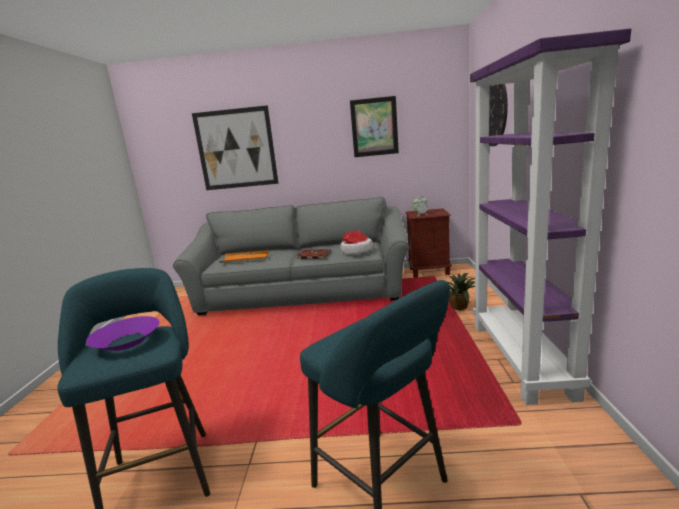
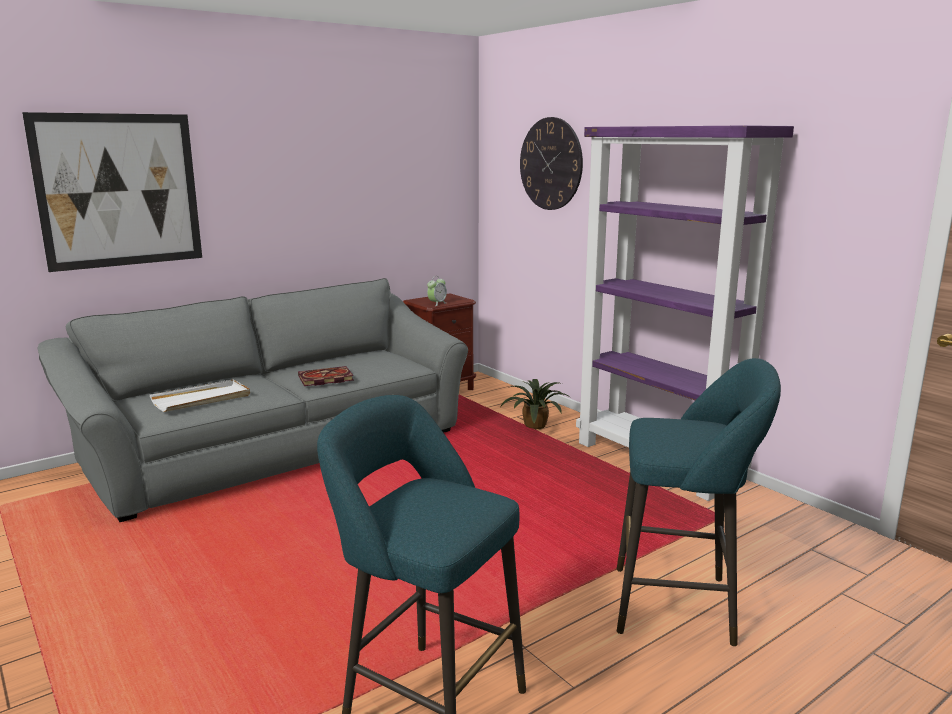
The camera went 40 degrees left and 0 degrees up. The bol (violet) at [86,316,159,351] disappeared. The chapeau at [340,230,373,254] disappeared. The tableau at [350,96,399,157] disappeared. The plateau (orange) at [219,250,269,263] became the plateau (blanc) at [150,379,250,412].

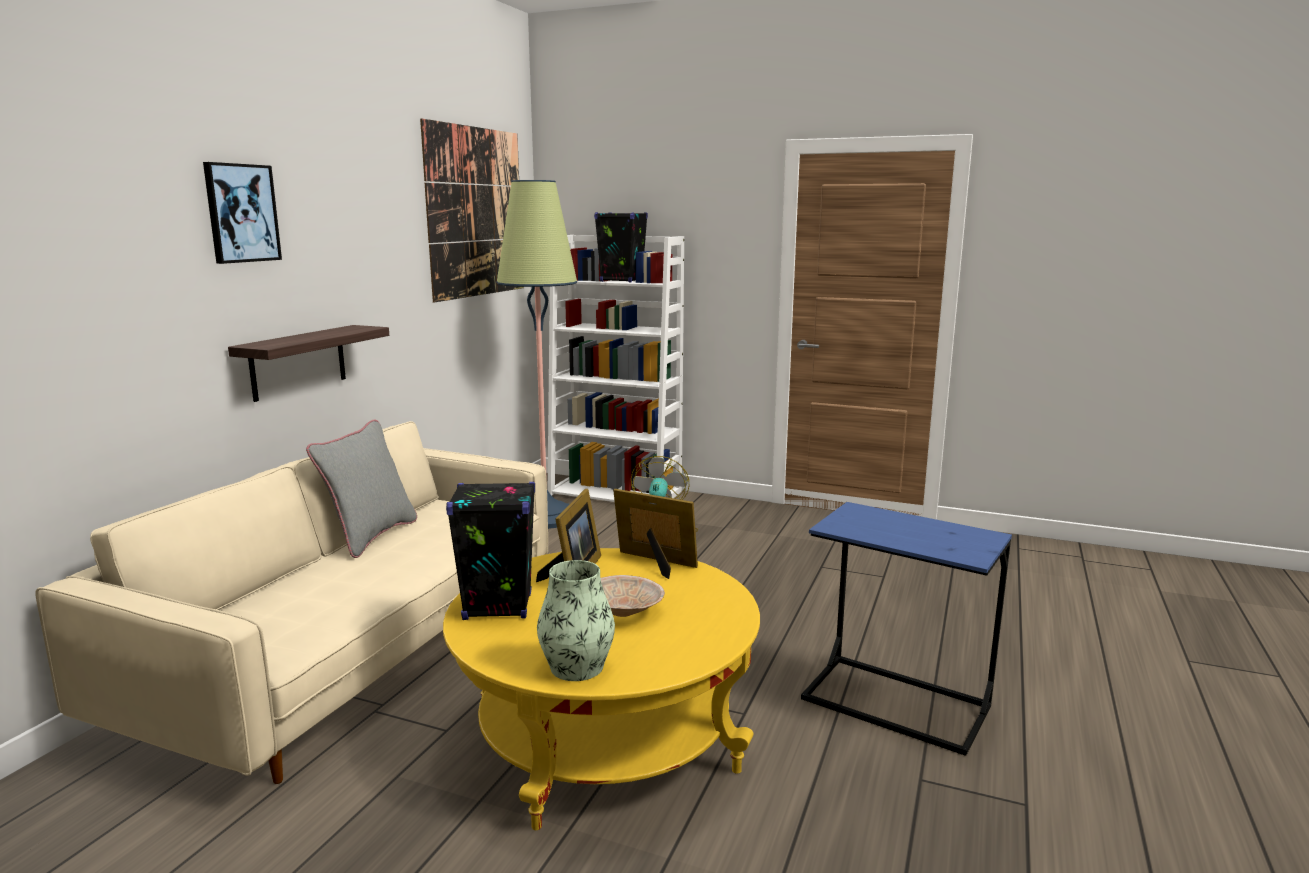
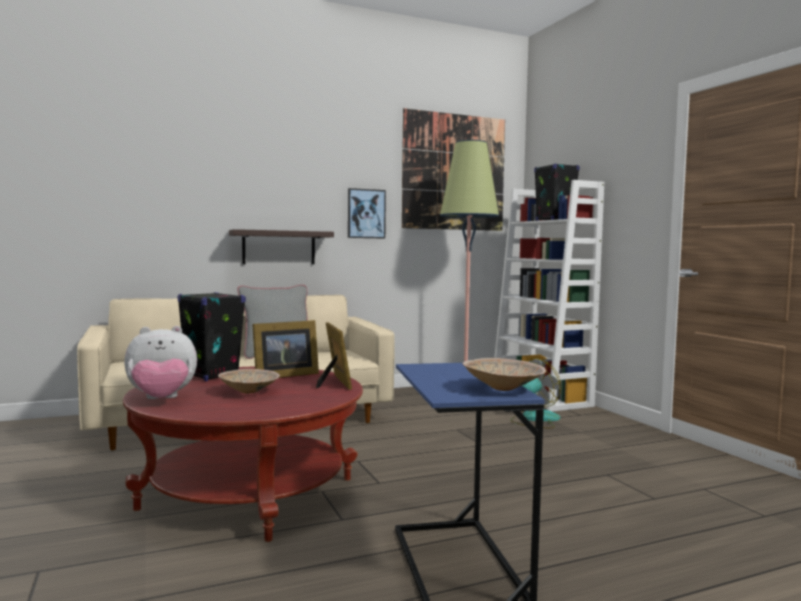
The camera went 45 degrees right and 10 degrees down. The bol (beige) at [462,358,546,391] appeared. The tableau moved from [203,162,282,264] to [348,188,386,239]. The vase at [537,560,615,681] was replaced by the peluche at [124,326,197,399]. The table basse (jaune) at [443,548,760,830] became the table basse (rouge) at [123,366,363,542].

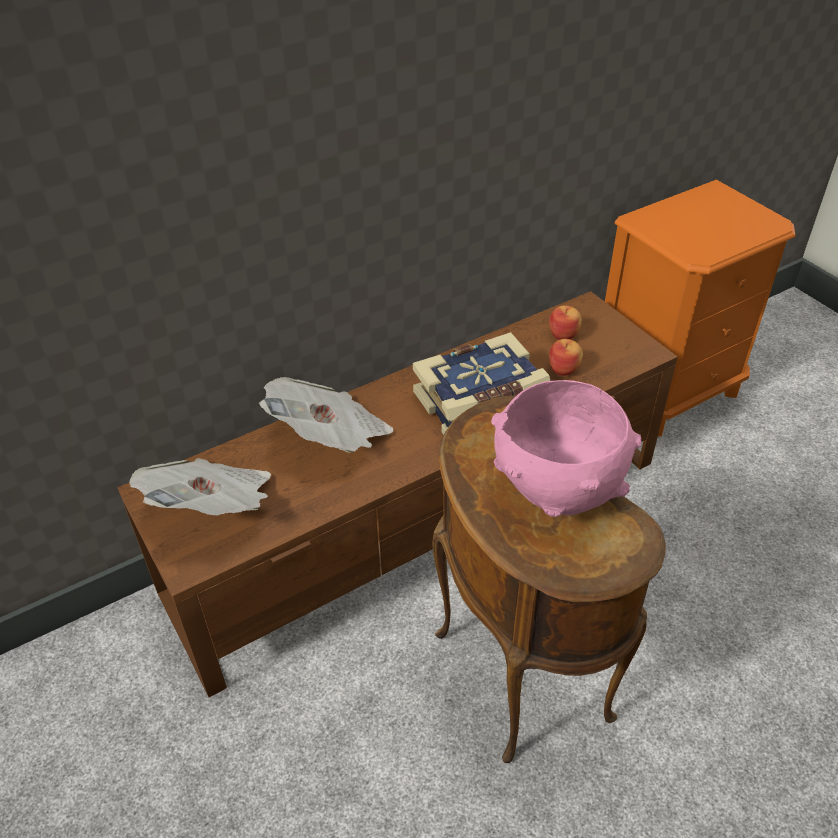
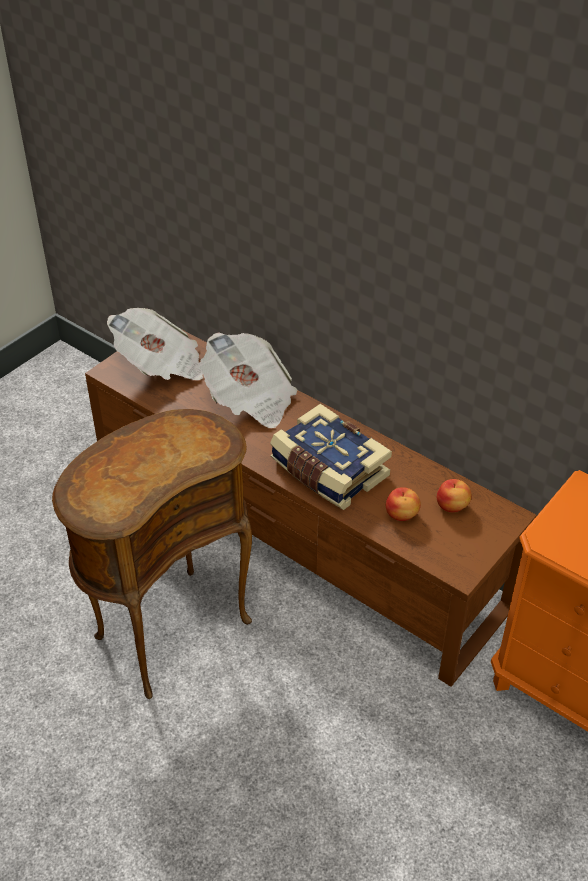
The camera went 70 degrees right and 0 degrees up. The bol (rose) at [491,380,642,517] disappeared.

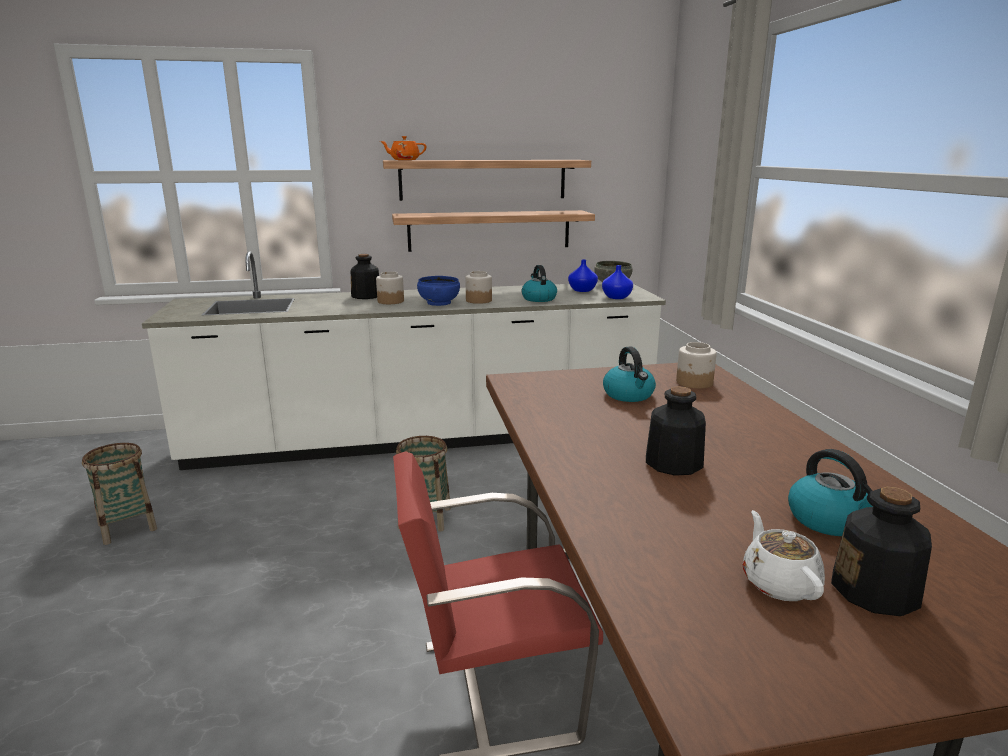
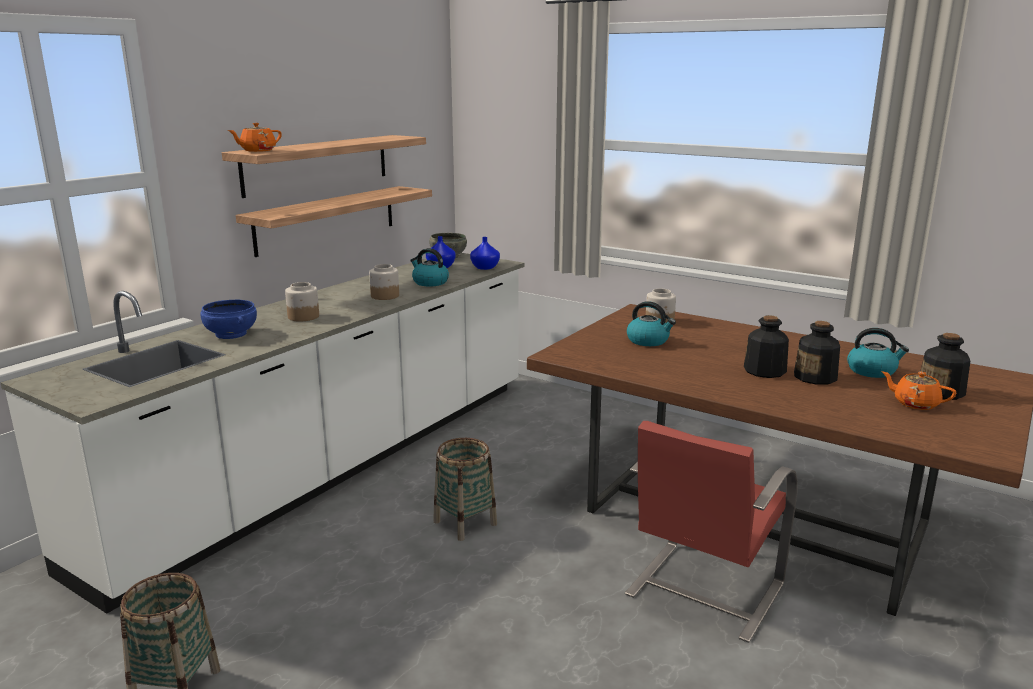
The camera went 45 degrees left and 0 degrees up. The bouteille moved from [351,254,379,299] to [794,321,840,385]. The bol (bleu) moved from [417,276,460,306] to [200,300,257,339]. The théière (blanc) at [743,510,825,601] became the théière (orange) at [881,371,957,410].

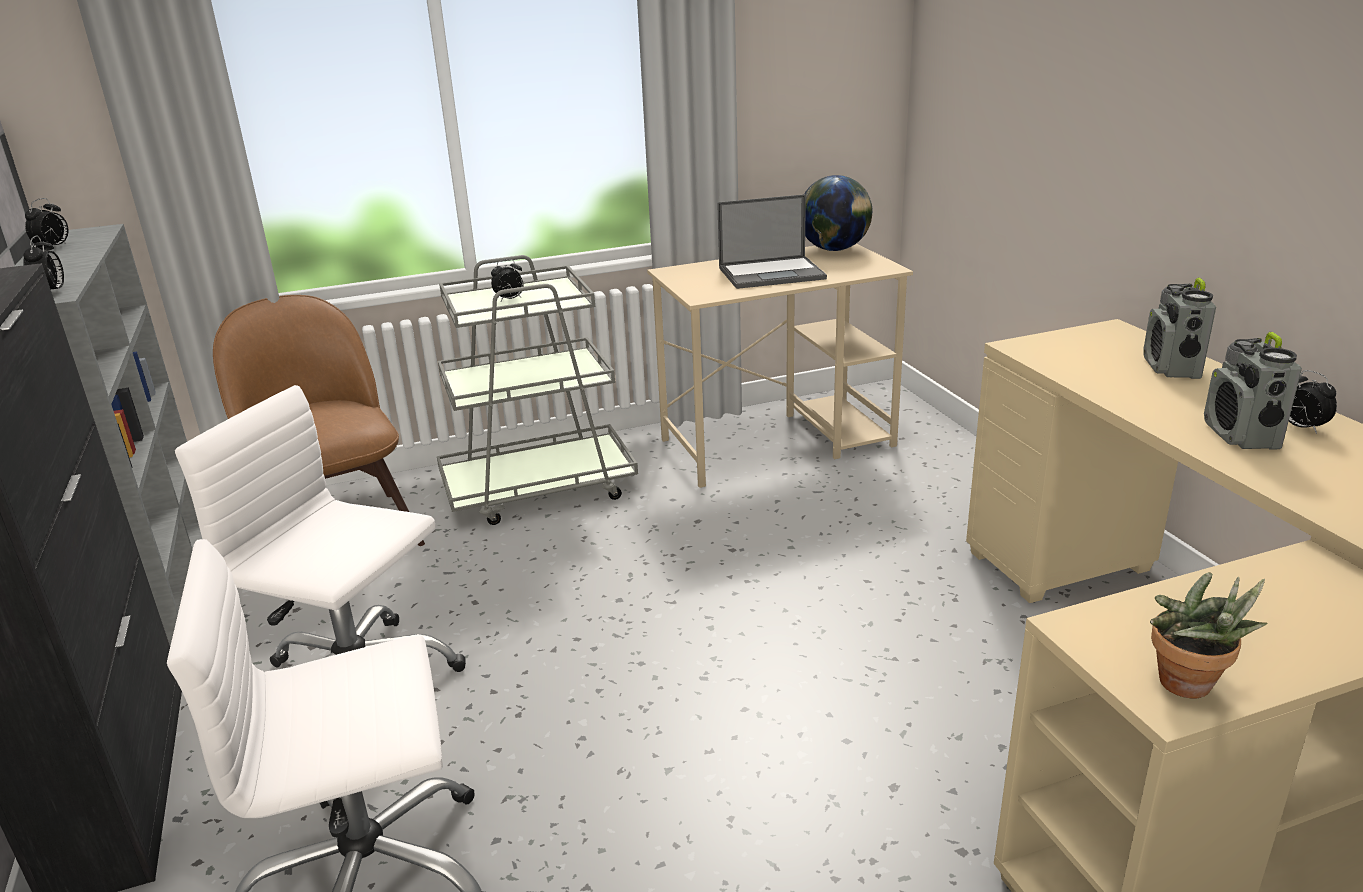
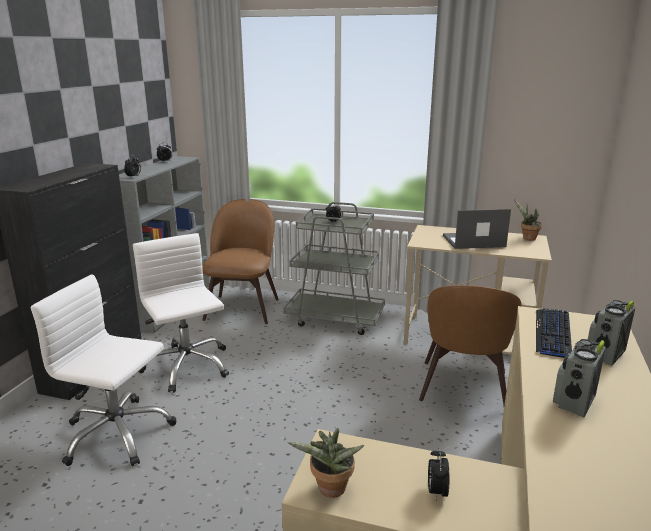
The camera went 35 degrees right and 5 degrees down. The chaise (marron) at [419,285,522,405] appeared. The clavier at [536,308,572,358] appeared. The réveil moved from [1289,370,1337,434] to [428,448,449,501]. The globe at [804,175,873,251] was replaced by the plante en pot at [514,199,542,241]. The ordinateur portable at [717,194,827,289] turned 150 degrees clockwise.

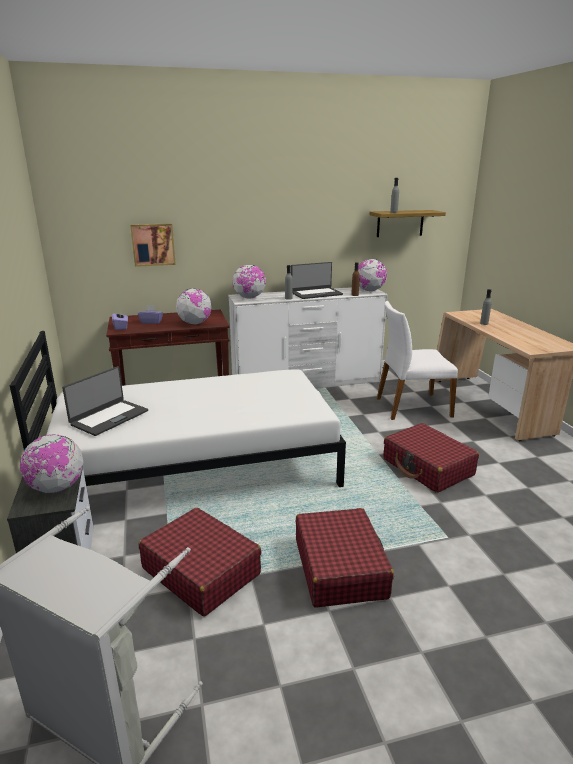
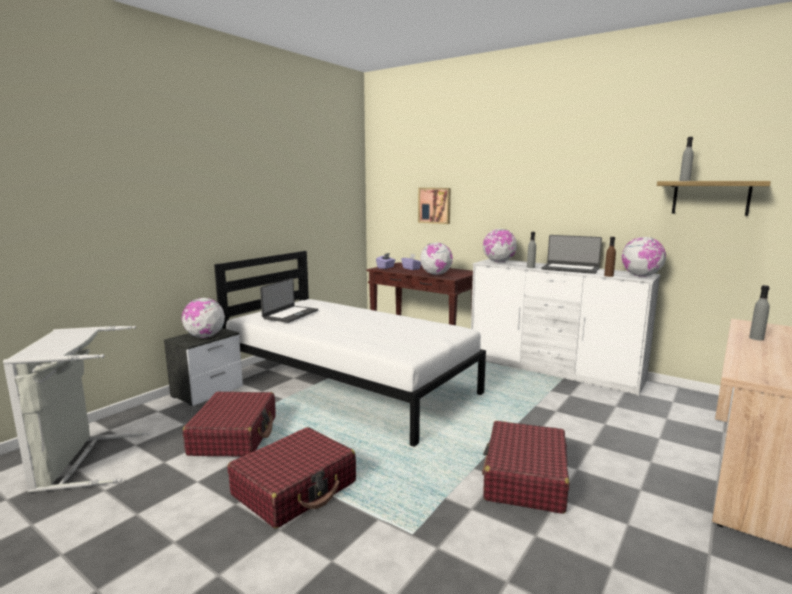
The camera went 50 degrees right and 10 degrees down. The chaise (blanc) at [377,301,458,420] disappeared. The ordinateur portable at [62,366,148,436] turned 60 degrees counterclockwise.

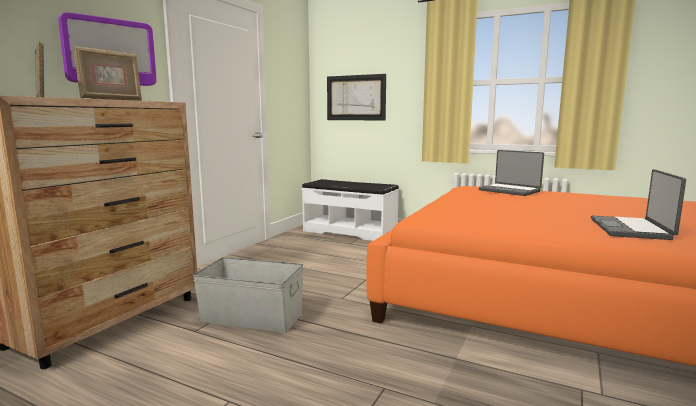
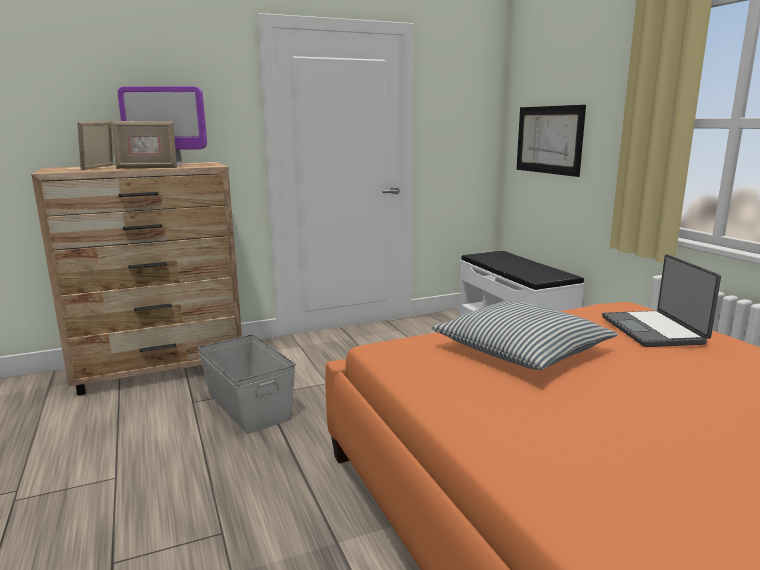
The camera went 40 degrees right and 5 degrees up. The ordinateur portable at [591,169,686,240] disappeared. The coussin at [432,300,618,370] appeared.

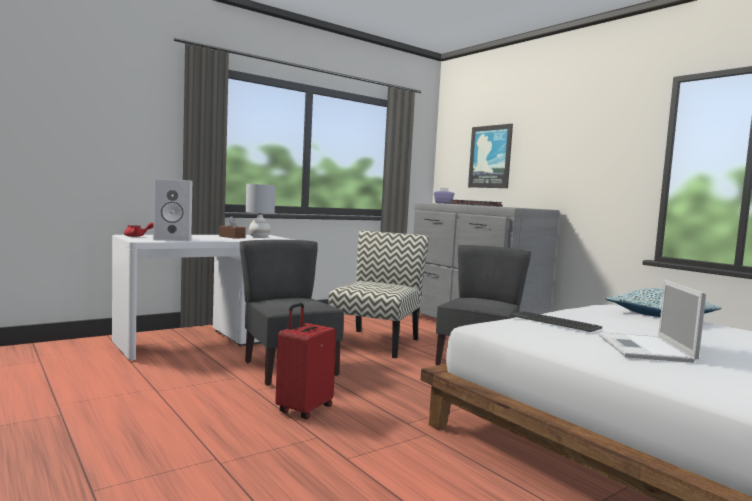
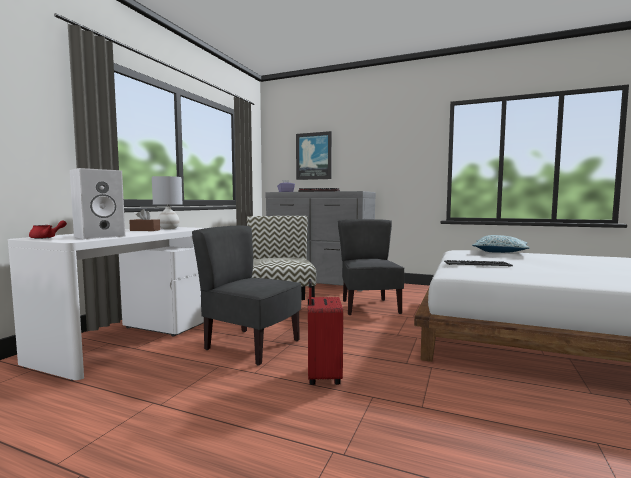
The camera went 30 degrees left and 0 degrees up. The ordinateur portable at [598,280,706,363] disappeared.

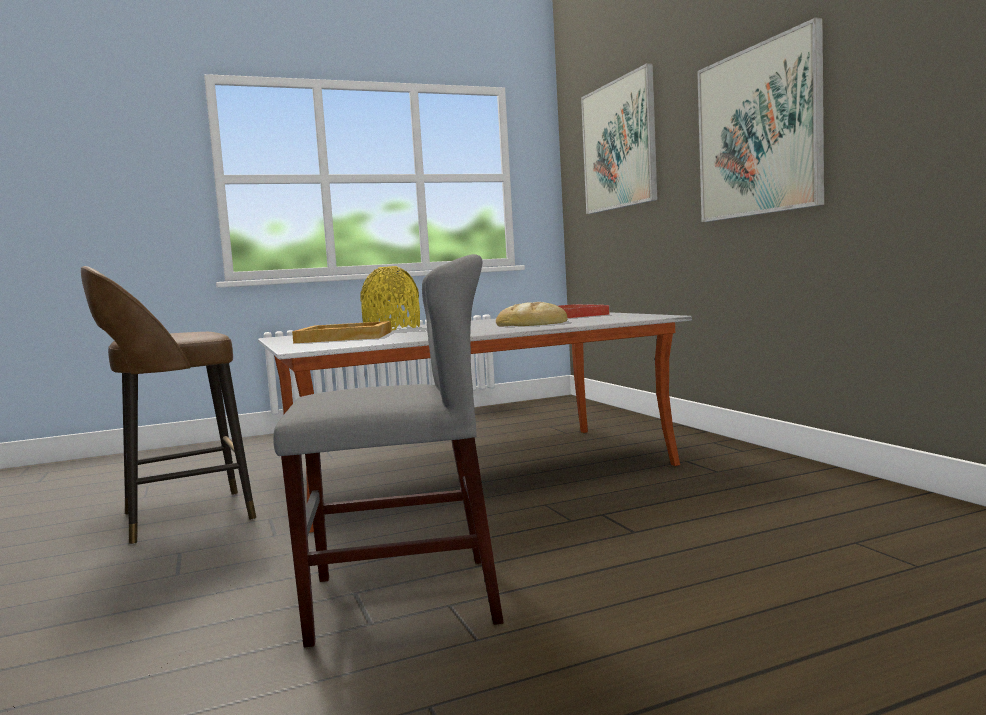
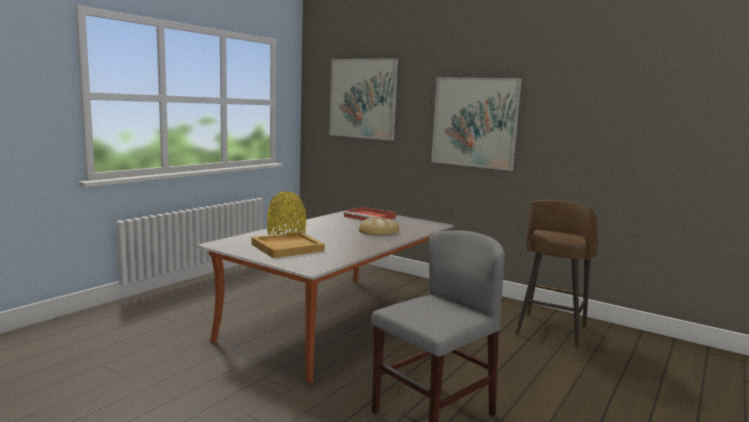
The camera went 35 degrees left and 5 degrees up. The tabouret (marron) moved from [81,266,256,545] to [515,200,599,349].

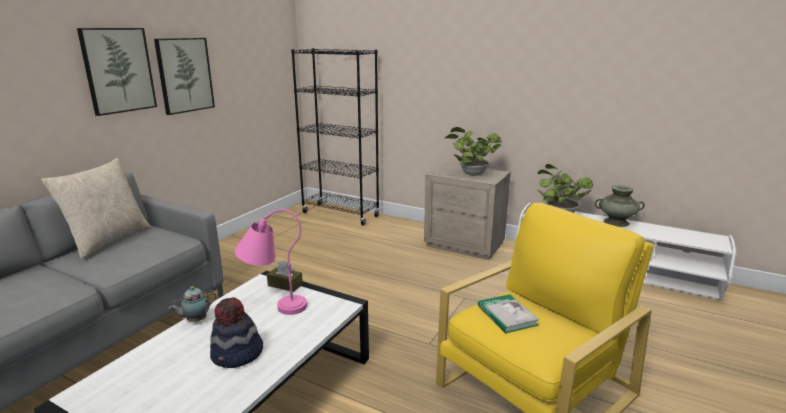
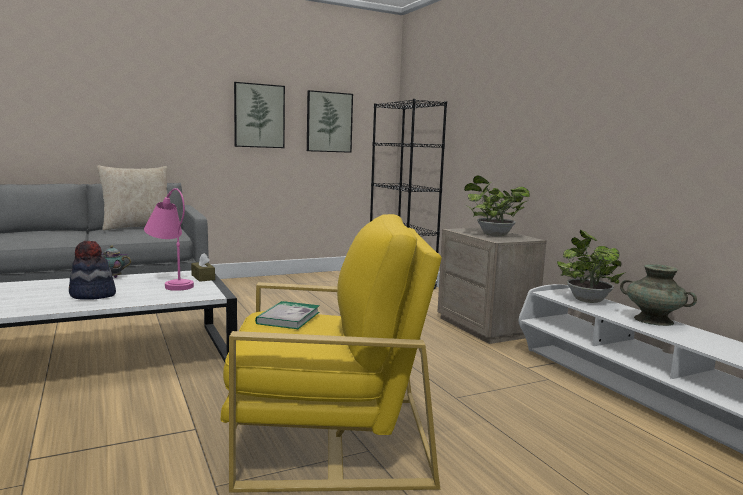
The camera went 35 degrees right and 10 degrees down. The tableau moved from [77,28,157,116] to [307,90,353,153].

